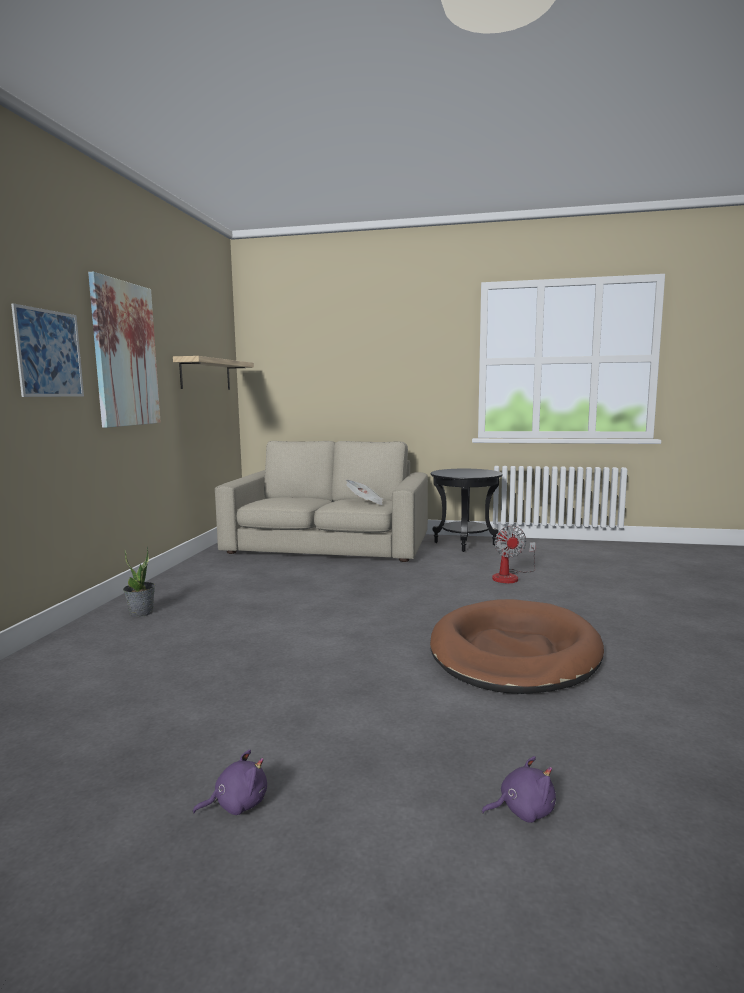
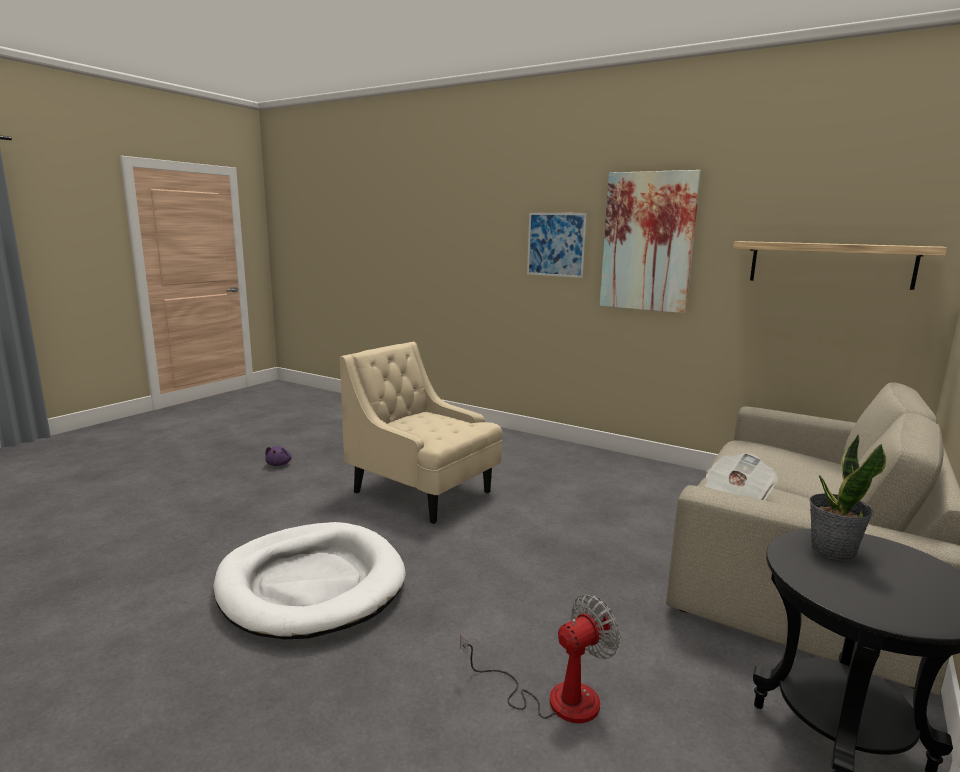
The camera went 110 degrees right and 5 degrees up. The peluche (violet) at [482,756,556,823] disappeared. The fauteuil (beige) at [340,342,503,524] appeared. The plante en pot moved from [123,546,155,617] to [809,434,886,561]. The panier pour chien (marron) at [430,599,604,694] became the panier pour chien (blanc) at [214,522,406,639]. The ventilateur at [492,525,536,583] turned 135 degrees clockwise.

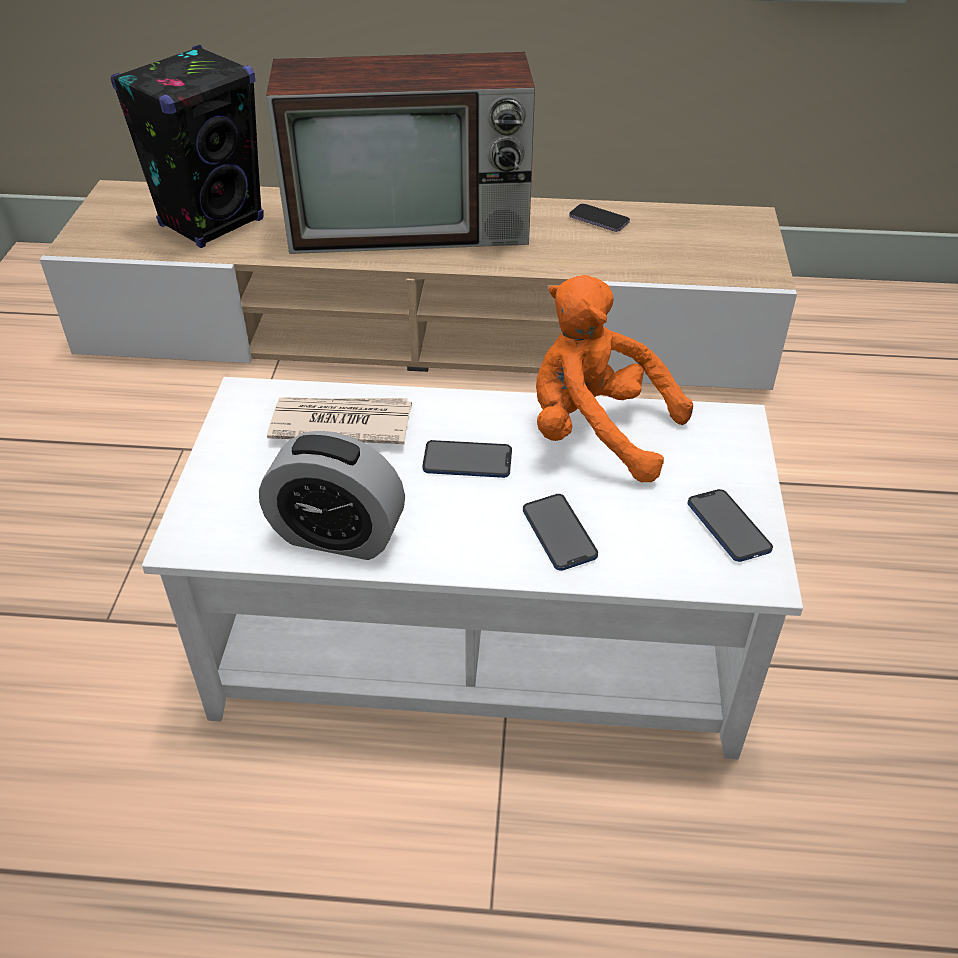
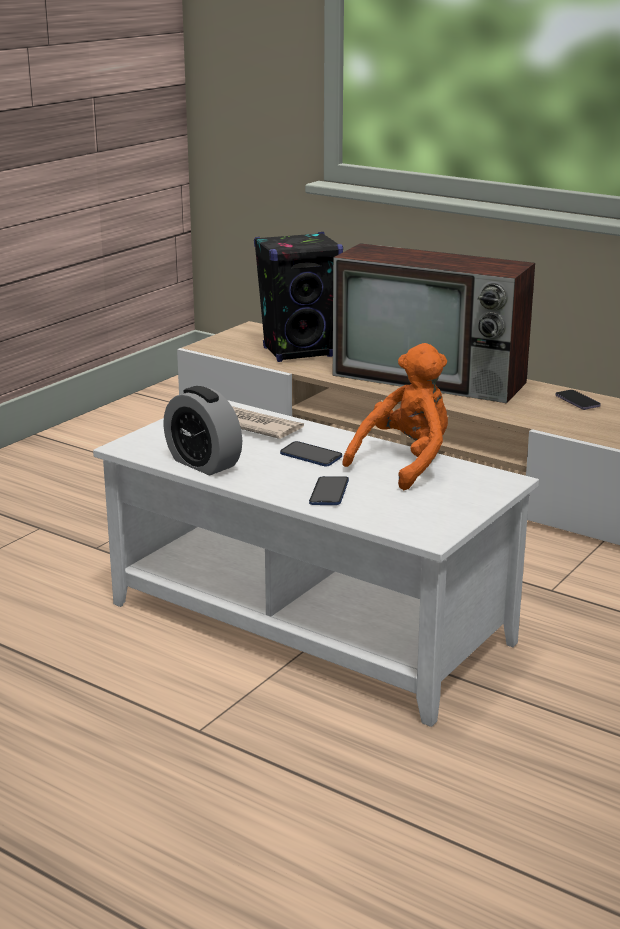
The camera went 30 degrees right and 20 degrees down. The téléphone at [688,489,773,562] disappeared. The peluche (orange) at [536,275,693,483] turned 75 degrees clockwise.

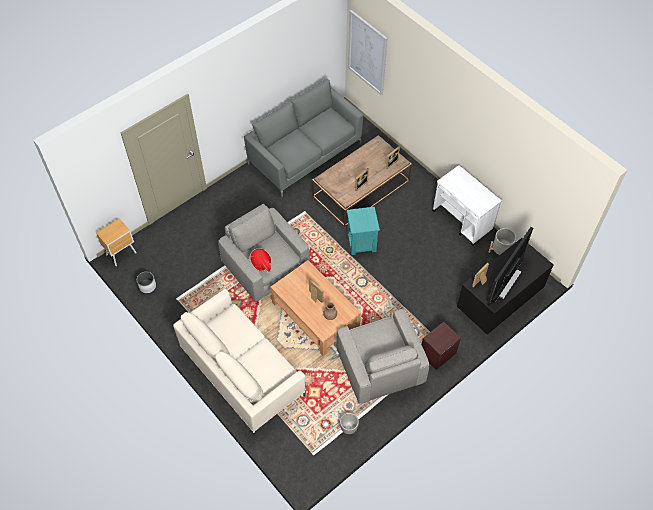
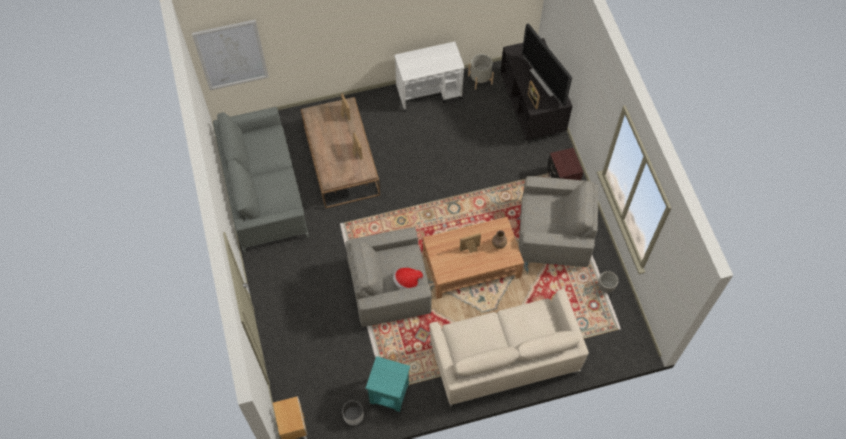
The camera went 65 degrees left and 5 degrees up. The table d'appoint (turquoise) moved from [347,207,380,255] to [365,356,410,412].

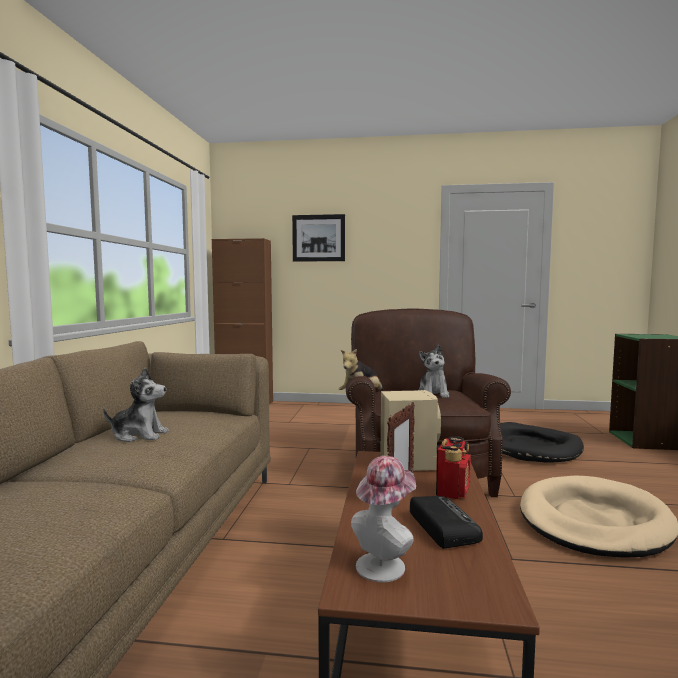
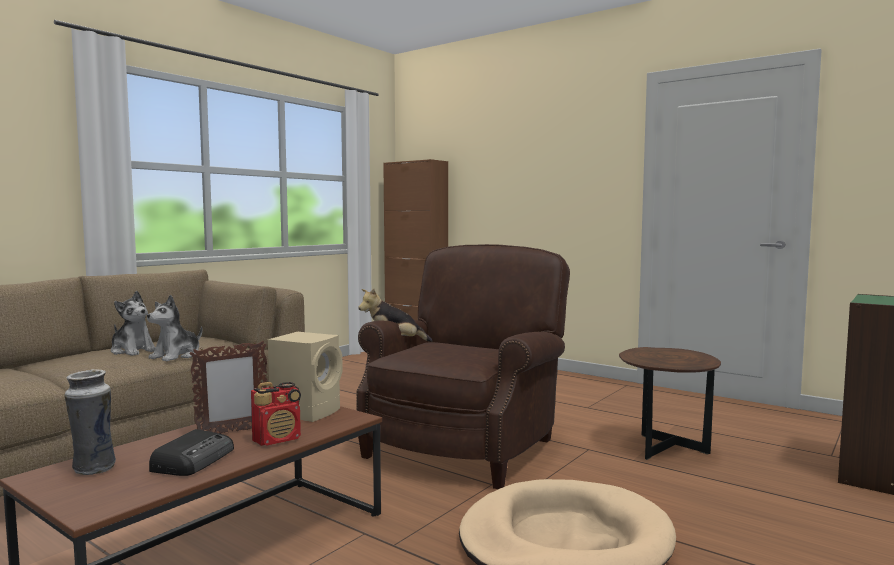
The camera went 30 degrees right and 0 degrees up. The tableau at [292,214,345,262] disappeared. The peluche moved from [418,345,449,398] to [147,295,202,361]. The chapeau at [351,456,416,582] was replaced by the vase at [64,369,116,475]. The panier pour chien (noir) at [500,422,584,463] was replaced by the table d'appoint (marron) at [619,347,721,460].

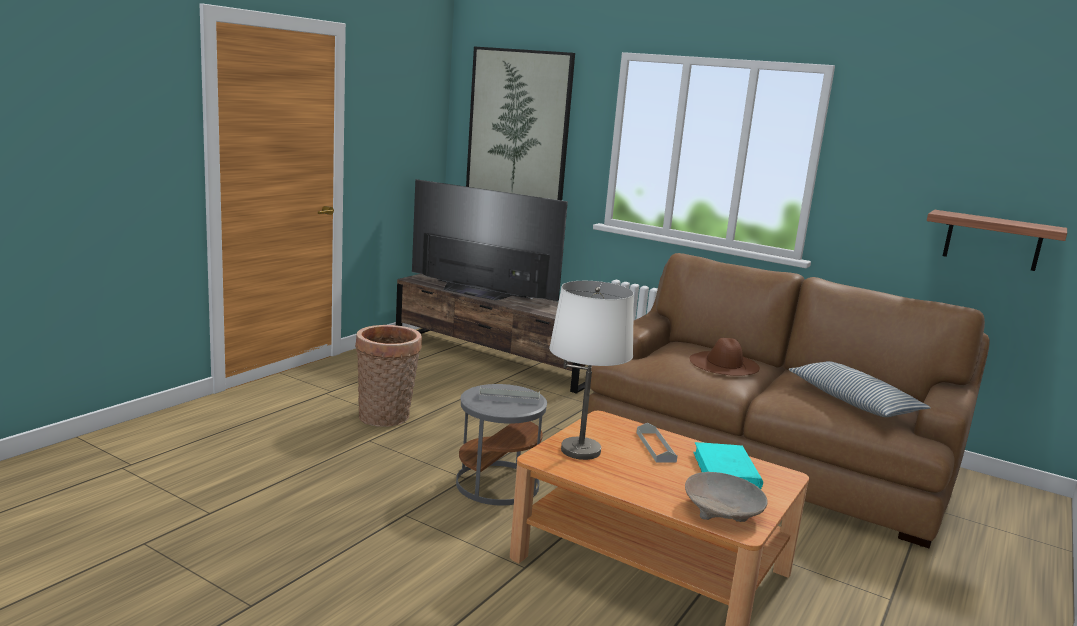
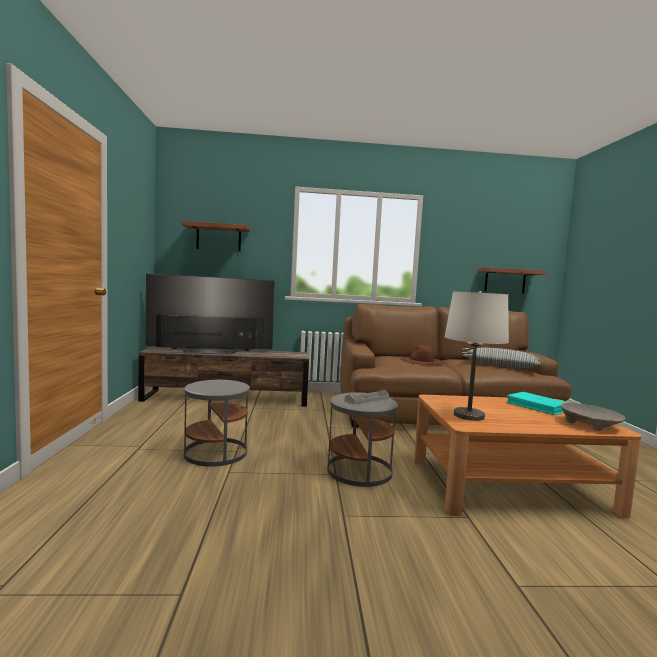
The camera went 35 degrees left and 10 degrees down. The plateau (gris) at [637,423,678,462] disappeared. The panier at [355,325,422,427] was replaced by the table d'appoint (gris) at [184,380,250,466]. The tableau at [466,46,575,201] was replaced by the étagère at [181,221,250,252].

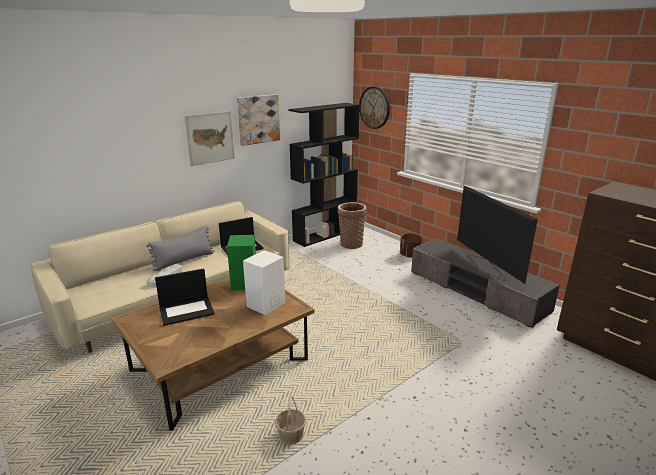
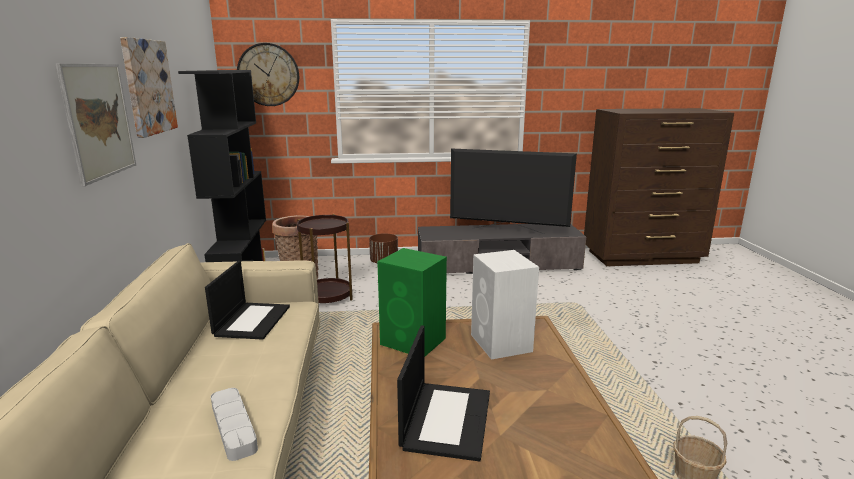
The camera went 55 degrees left and 5 degrees down. The coussin (gris) at [146,225,215,271] disappeared. The table d'appoint (marron) at [297,214,353,303] appeared.

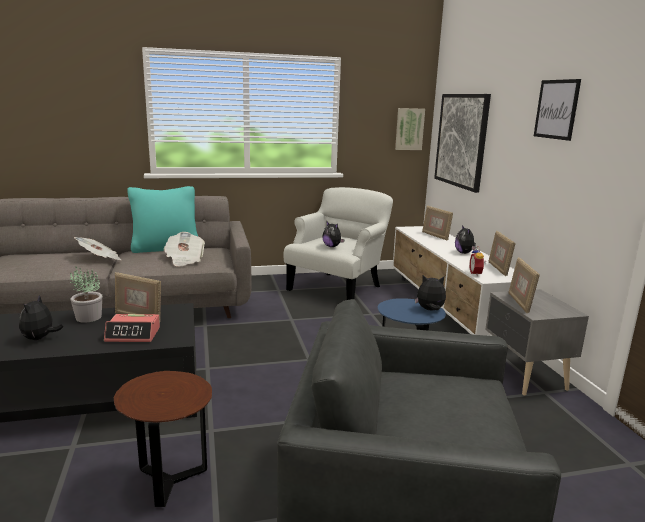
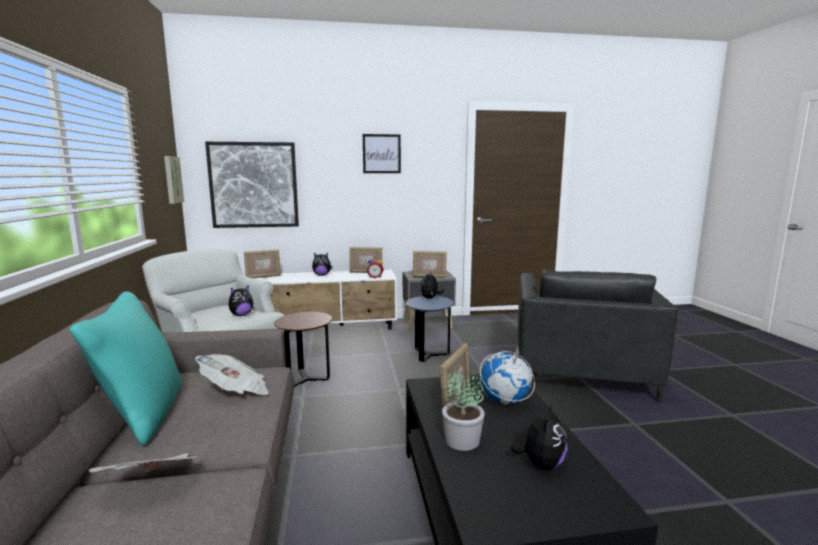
The camera went 85 degrees left and 5 degrees down. The table d'appoint (marron) moved from [114,371,212,507] to [274,312,332,387]. The réveil at [104,314,160,342] was replaced by the globe at [479,346,535,405]. The peluche at [19,295,63,340] turned 75 degrees counterclockwise.

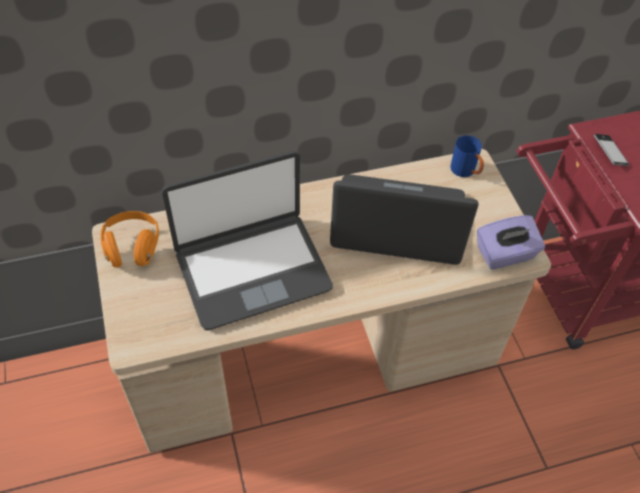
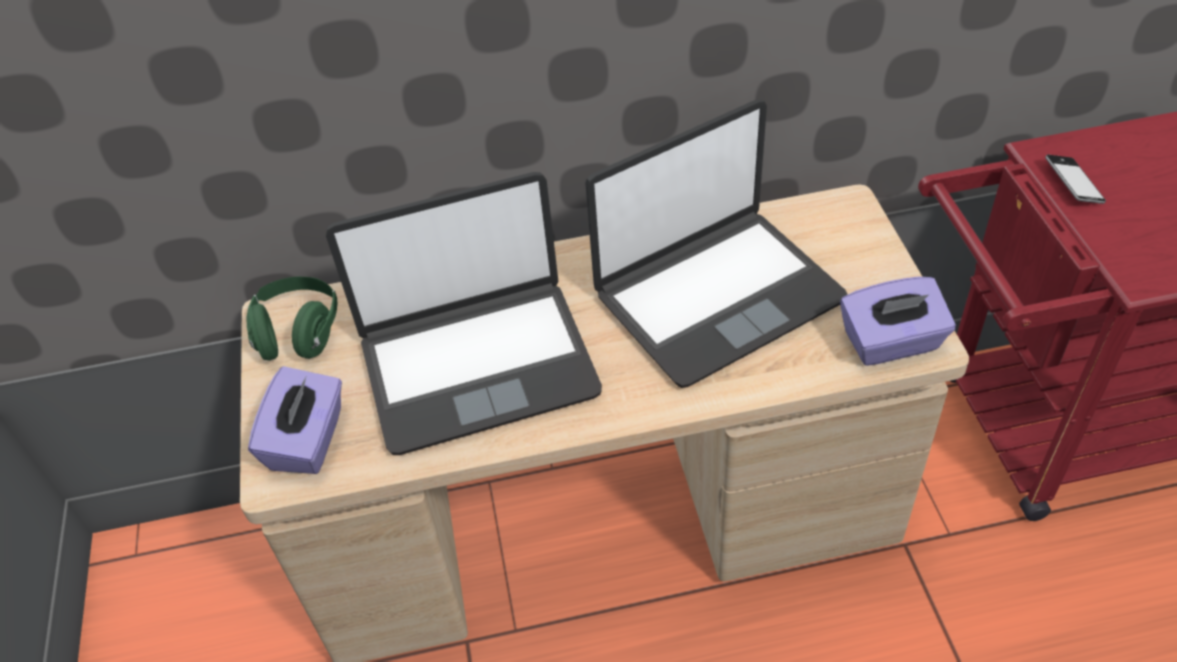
The camera went 10 degrees right and 5 degrees down. The mug (bleu) at [451,135,484,177] disappeared. The boîte à mouchoirs (violet) at [248,366,342,474] appeared. The casque audio (orange) at [100,211,159,268] became the casque audio (vert) at [247,276,337,361]. The ordinateur portable at [330,174,479,265] turned 135 degrees clockwise.

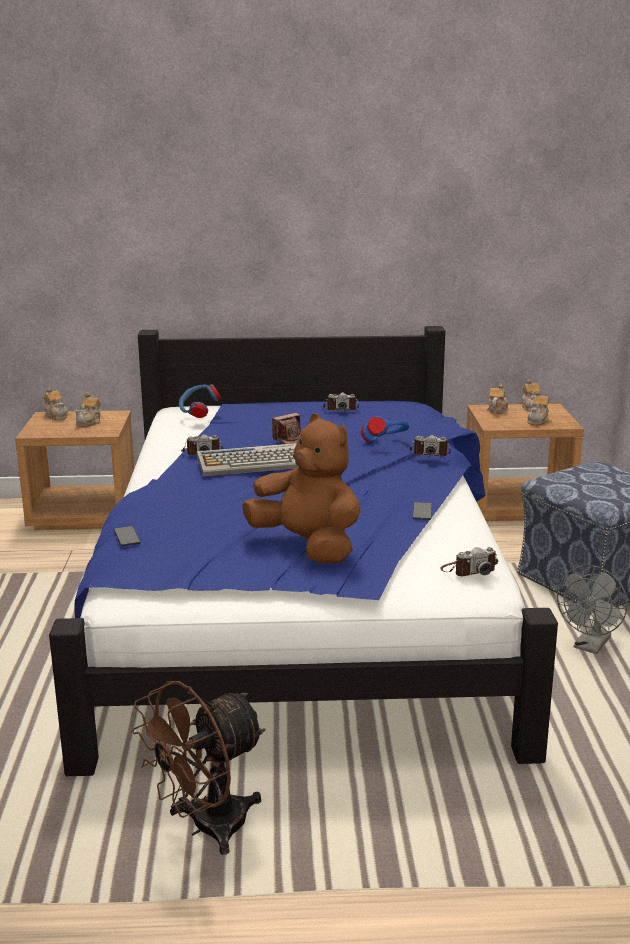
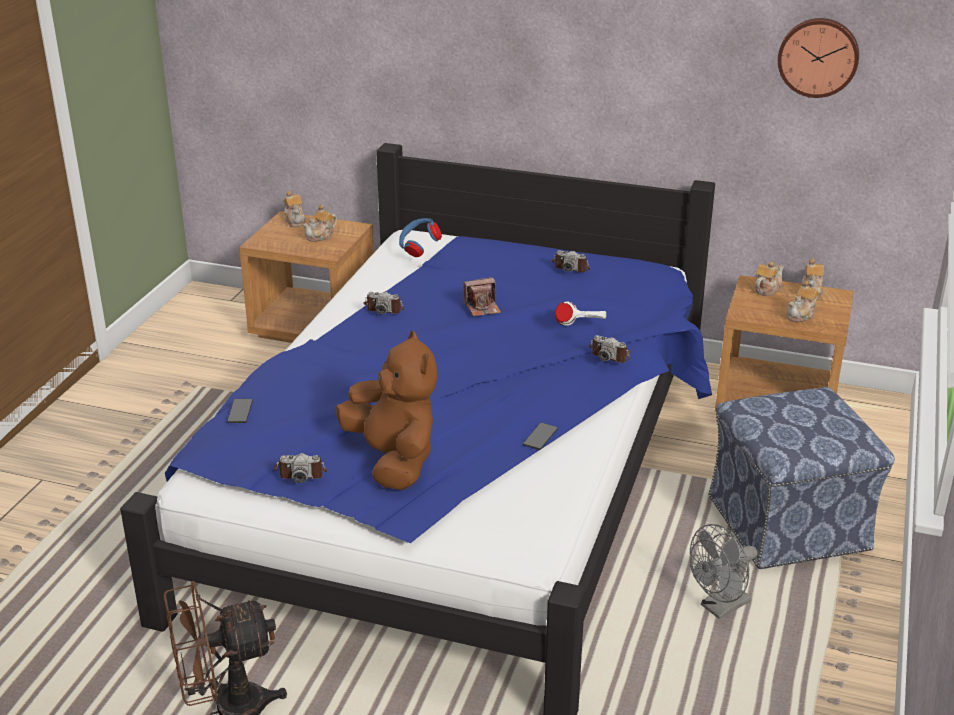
The camera went 20 degrees right and 10 degrees up. The clavier at [197,443,299,476] disappeared. The horloge murale at [778,18,859,98] appeared. The appareil photo moved from [440,547,498,576] to [274,453,327,483]. The casque audio (bleu) at [361,416,409,443] became the casque audio (blanc) at [555,302,606,326].

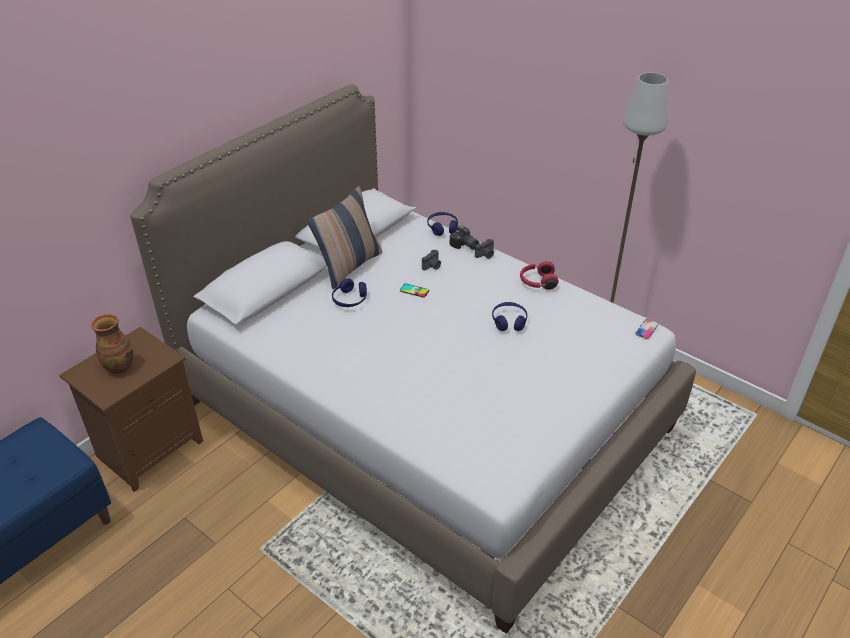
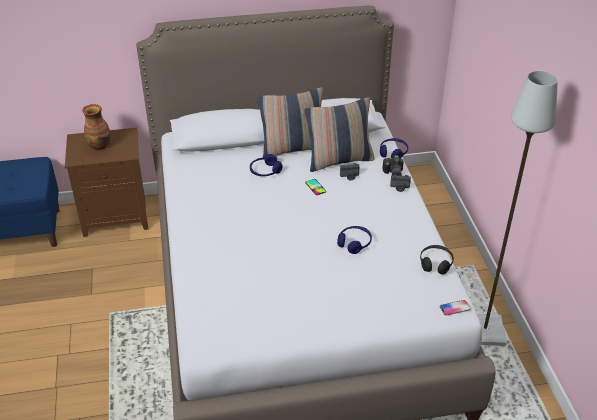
The camera went 40 degrees right and 0 degrees up. The casque audio (rouge) at [520,261,558,290] disappeared. The coussin at [305,97,374,172] appeared. The casque audio (noir) at [420,245,454,274] appeared.

